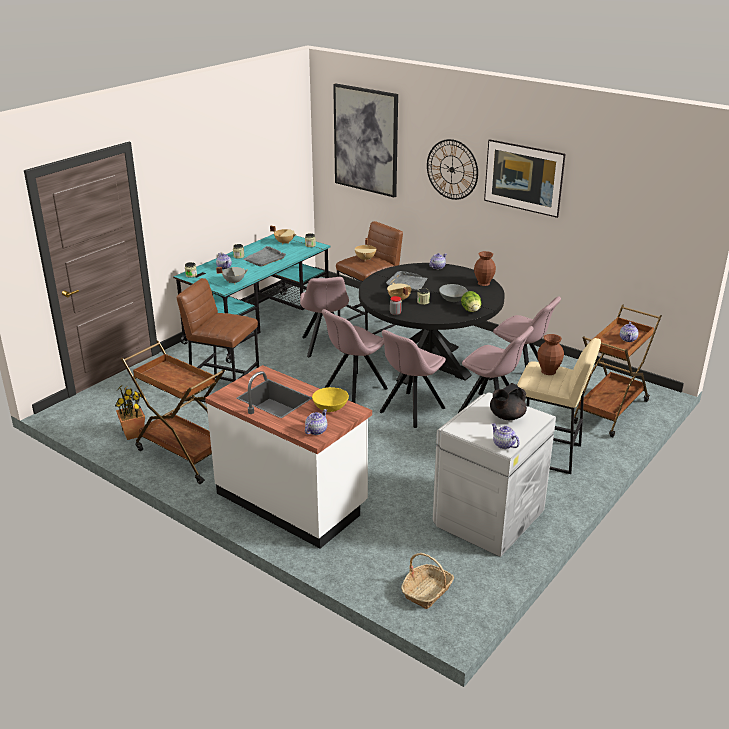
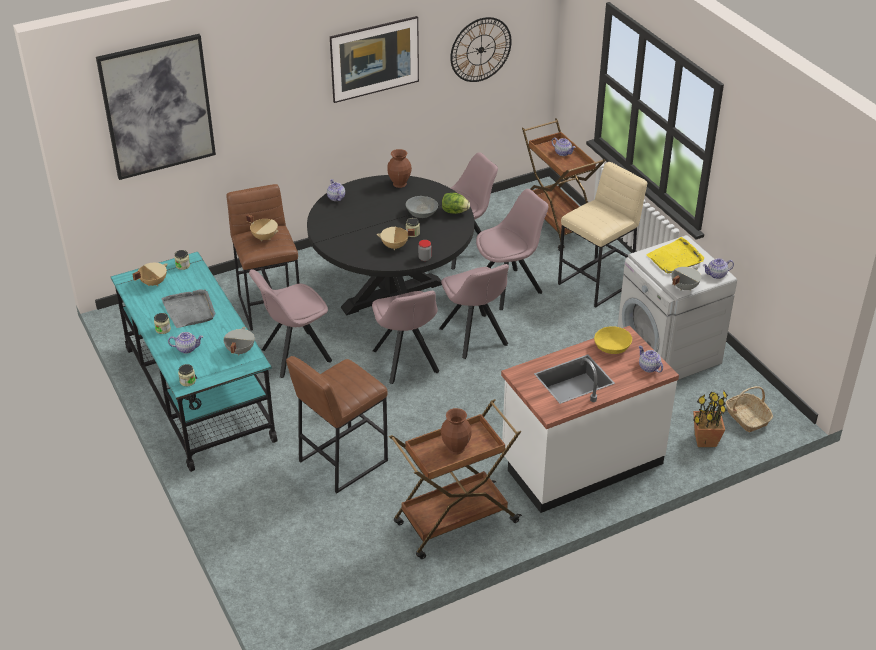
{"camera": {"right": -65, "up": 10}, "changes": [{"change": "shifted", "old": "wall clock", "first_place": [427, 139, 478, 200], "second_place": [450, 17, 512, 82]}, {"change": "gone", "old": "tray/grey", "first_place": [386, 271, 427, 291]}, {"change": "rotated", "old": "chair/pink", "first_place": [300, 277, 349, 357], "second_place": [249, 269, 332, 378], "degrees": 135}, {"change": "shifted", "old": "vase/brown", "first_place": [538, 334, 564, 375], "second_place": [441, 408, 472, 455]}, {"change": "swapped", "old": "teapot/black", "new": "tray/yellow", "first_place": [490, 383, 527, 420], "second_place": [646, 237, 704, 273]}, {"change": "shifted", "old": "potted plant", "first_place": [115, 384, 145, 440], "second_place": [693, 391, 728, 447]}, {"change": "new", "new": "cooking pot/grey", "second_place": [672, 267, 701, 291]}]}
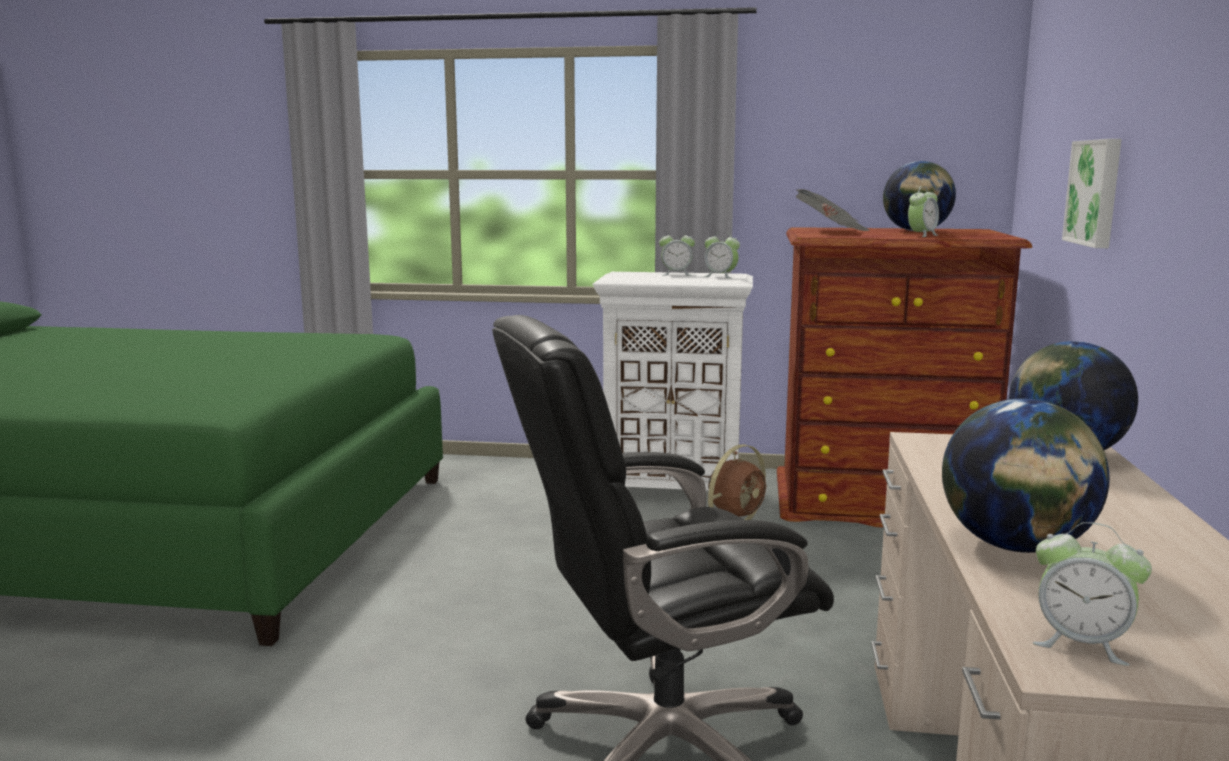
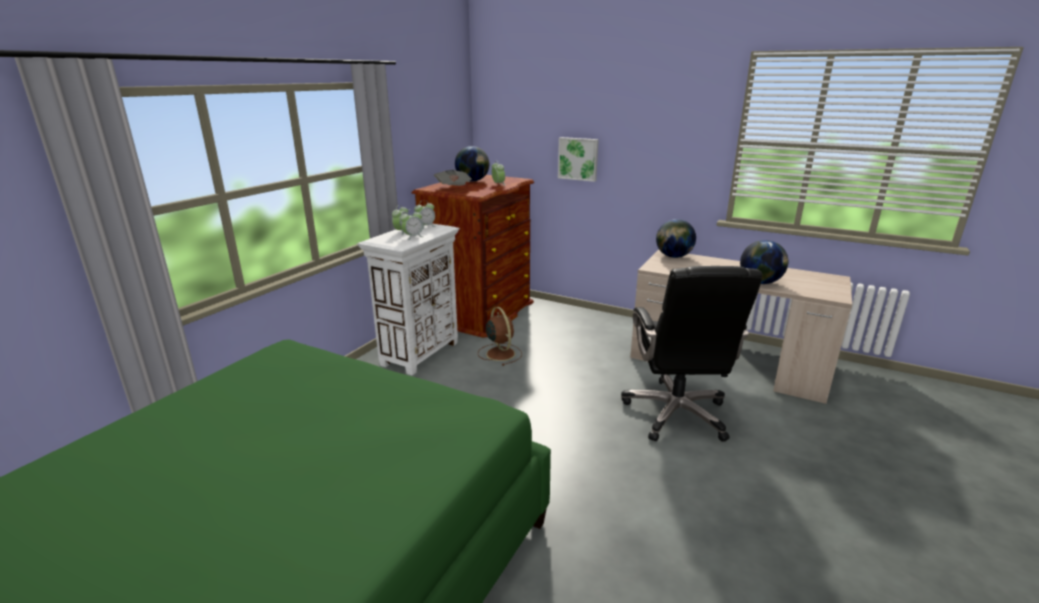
{"camera": {"right": -70, "up": 10}, "changes": [{"change": "shifted", "old": "alarm clock", "first_place": [1033, 522, 1152, 666], "second_place": [400, 209, 424, 240]}]}
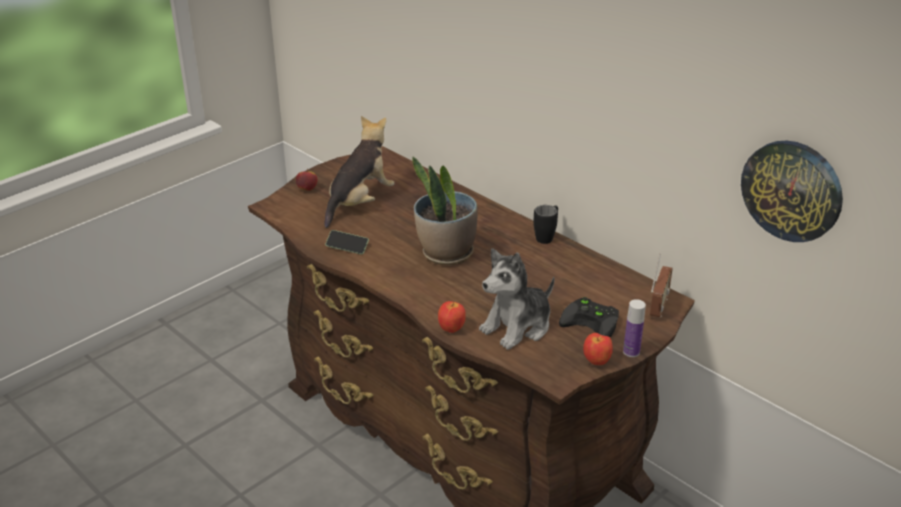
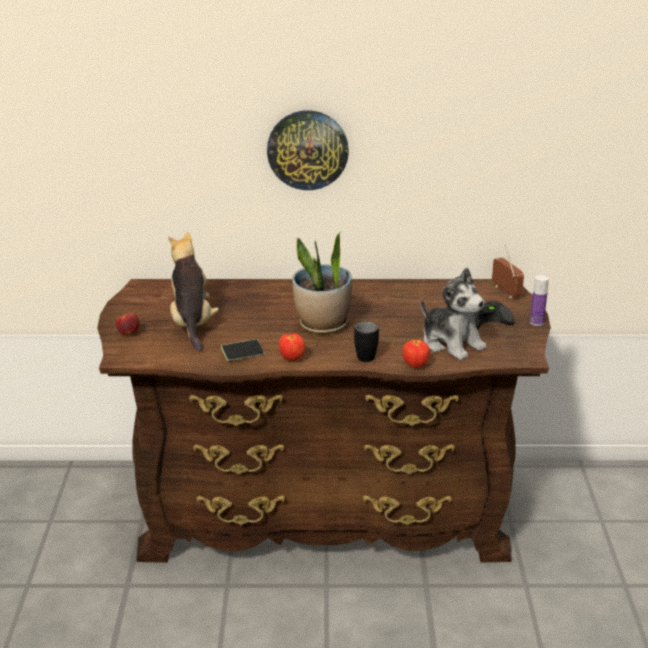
{"camera": {"right": -45, "up": -5}, "changes": [{"change": "shifted", "old": "wall clock", "first_place": [741, 140, 843, 242], "second_place": [267, 111, 349, 190]}, {"change": "shifted", "old": "mug/black", "first_place": [533, 205, 558, 244], "second_place": [354, 321, 379, 362]}, {"change": "rotated", "old": "plush toy", "first_place": [479, 248, 555, 350], "second_place": [421, 268, 487, 360], "degrees": -45}, {"change": "shifted", "old": "apple", "first_place": [583, 333, 613, 365], "second_place": [279, 333, 305, 361]}]}
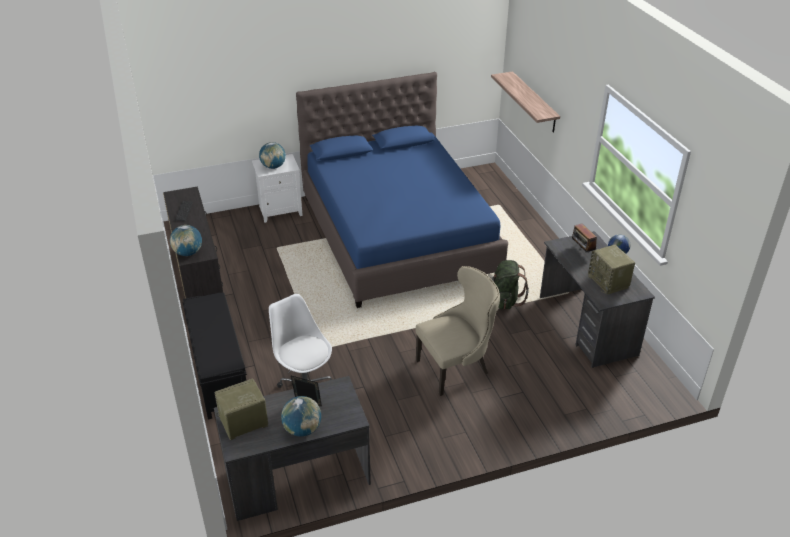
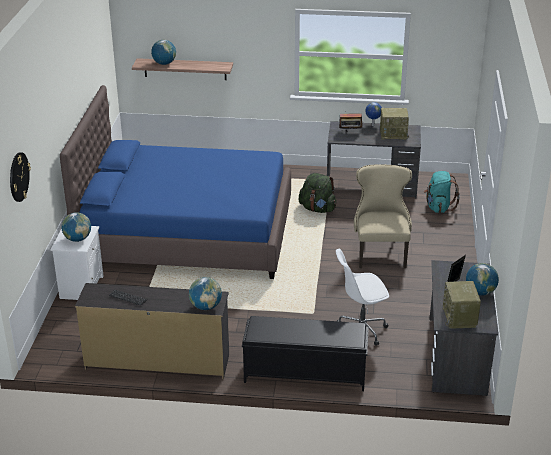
{"camera": {"right": -65, "up": -5}, "changes": [{"change": "new", "new": "globe", "second_place": [151, 40, 176, 65]}, {"change": "new", "new": "wall clock", "second_place": [10, 152, 31, 202]}, {"change": "new", "new": "backpack/turquoise", "second_place": [424, 171, 460, 213]}]}
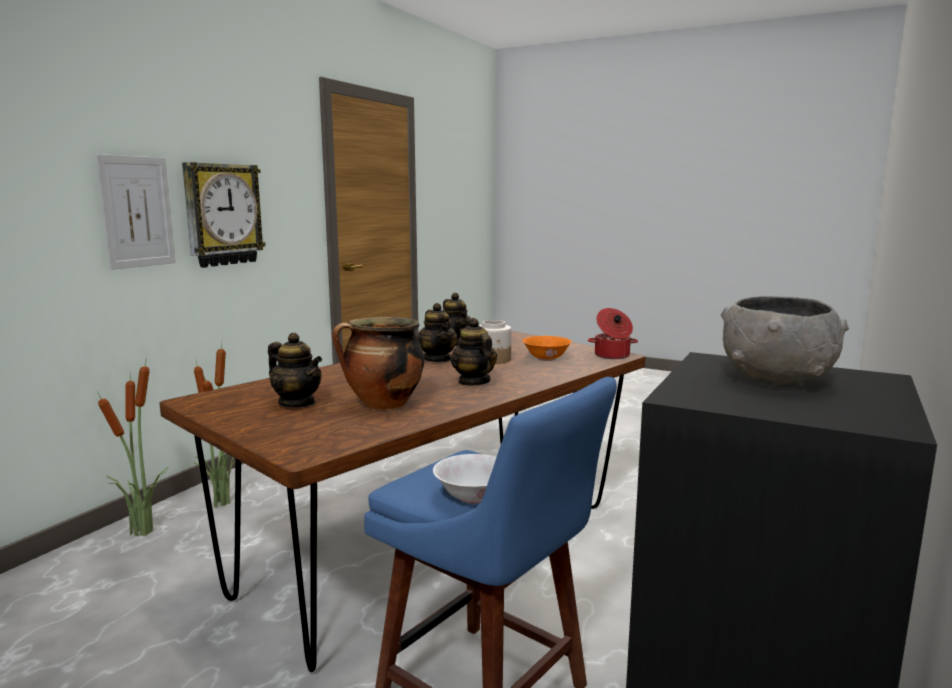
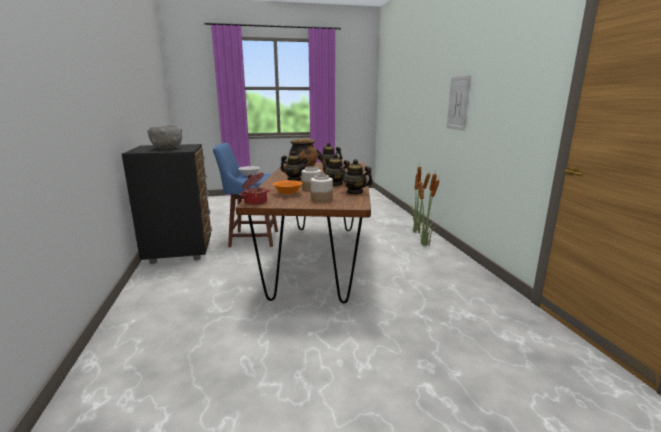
{"camera": {"right": 140, "up": 5}, "changes": [{"change": "gone", "old": "wall clock", "first_place": [182, 162, 266, 268]}, {"change": "new", "new": "jar", "second_place": [311, 174, 333, 202]}]}
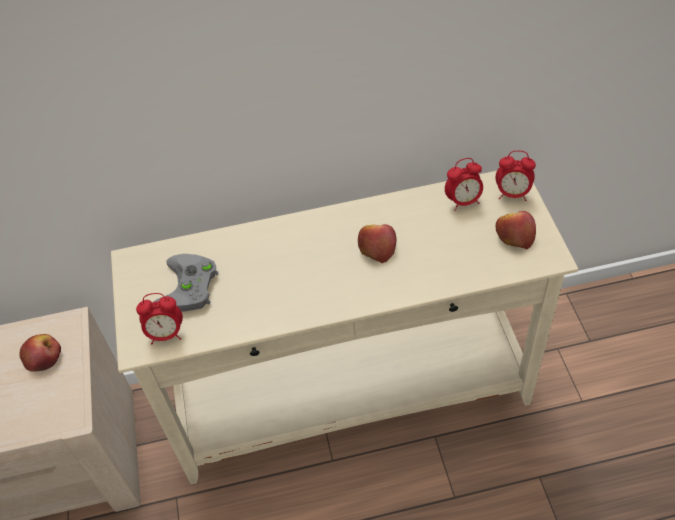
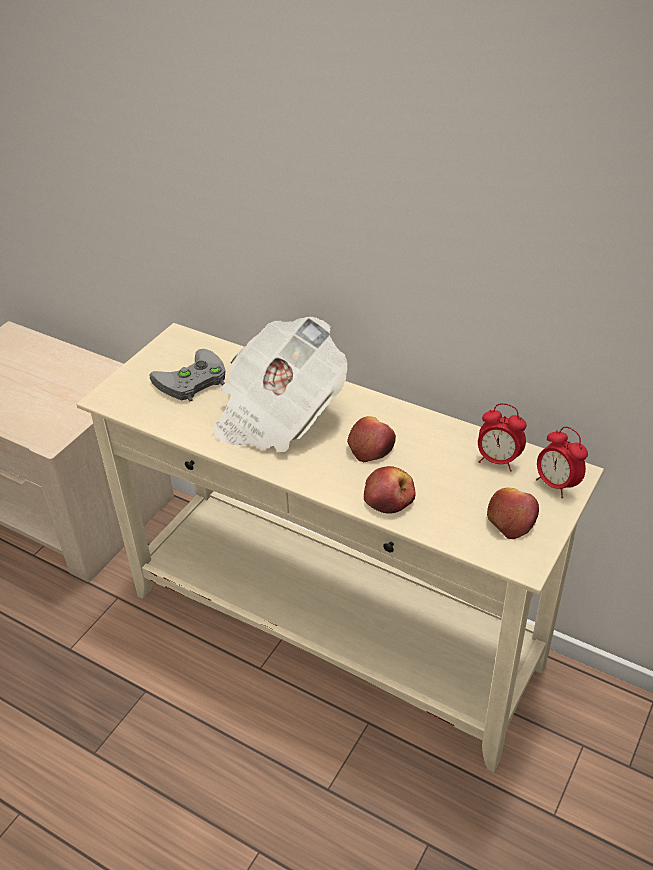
{"camera": {"right": 40, "up": -10}, "changes": [{"change": "gone", "old": "alarm clock", "first_place": [136, 293, 183, 344]}, {"change": "shifted", "old": "apple", "first_place": [19, 334, 61, 372], "second_place": [364, 466, 416, 514]}, {"change": "new", "new": "newspaper", "second_place": [213, 317, 348, 452]}]}
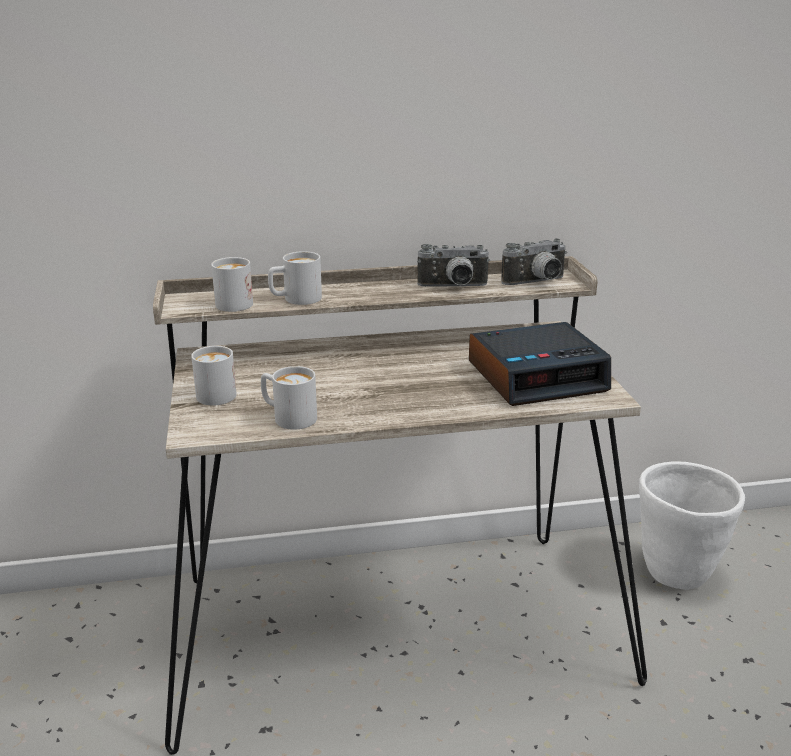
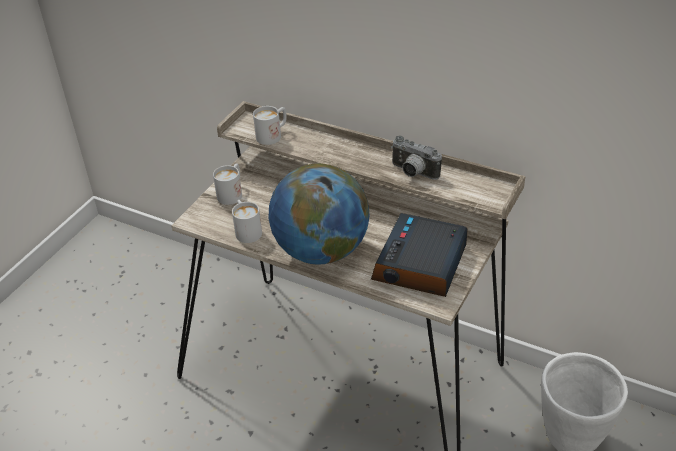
{"camera": {"right": 40, "up": 15}, "changes": [{"change": "gone", "old": "photo camera", "first_place": [501, 238, 567, 285]}, {"change": "gone", "old": "mug/white", "first_place": [268, 251, 322, 305]}, {"change": "rotated", "old": "alarm clock", "first_place": [469, 322, 611, 406], "second_place": [371, 213, 468, 297], "degrees": 90}, {"change": "new", "new": "globe", "second_place": [269, 163, 369, 265]}]}
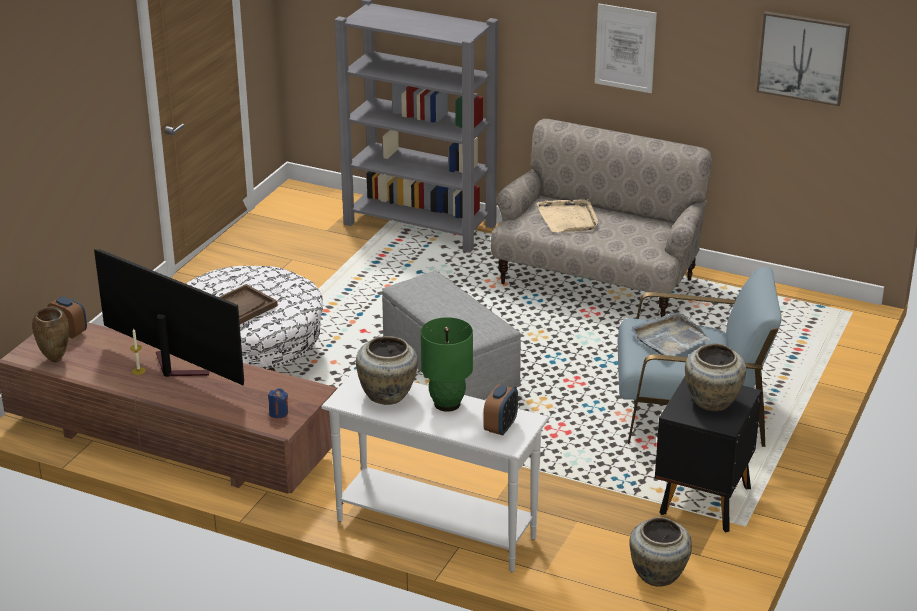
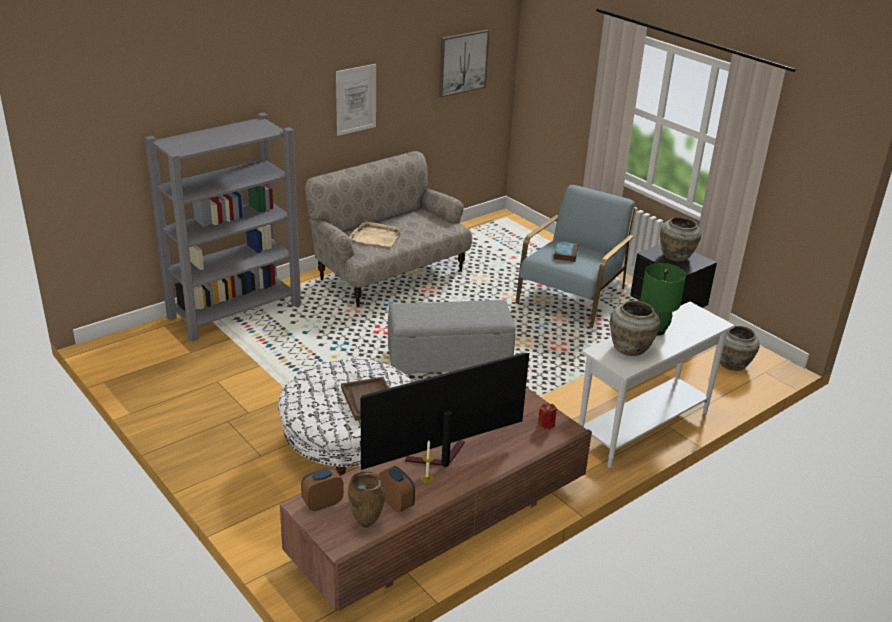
{"camera": {"right": -65, "up": 0}, "changes": [{"change": "swapped", "old": "tray/grey", "new": "book", "first_place": [631, 313, 710, 356], "second_place": [554, 241, 579, 262]}, {"change": "shifted", "old": "alarm clock", "first_place": [483, 384, 518, 435], "second_place": [379, 466, 415, 513]}, {"change": "repainted", "old": "candle/blue", "new": "candle/red", "first_place": [268, 388, 288, 418], "second_place": [538, 404, 557, 429]}]}
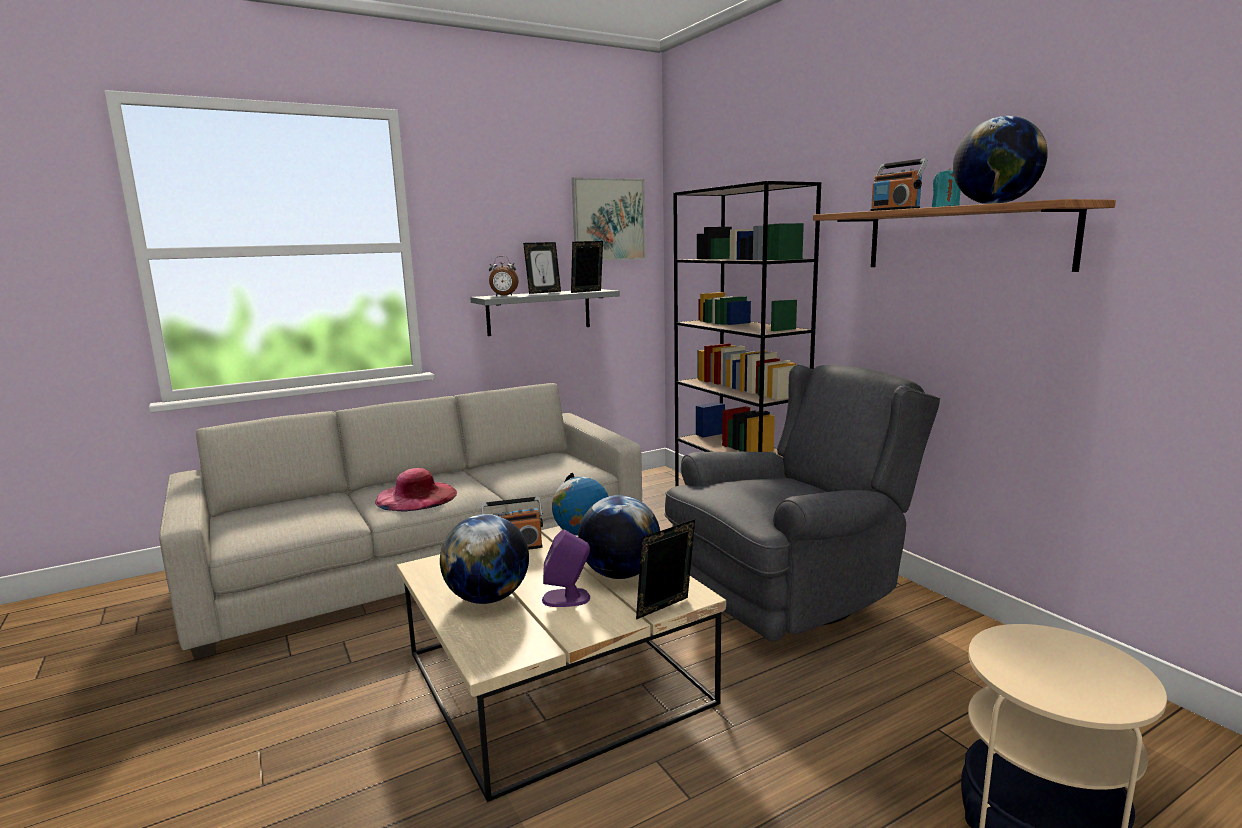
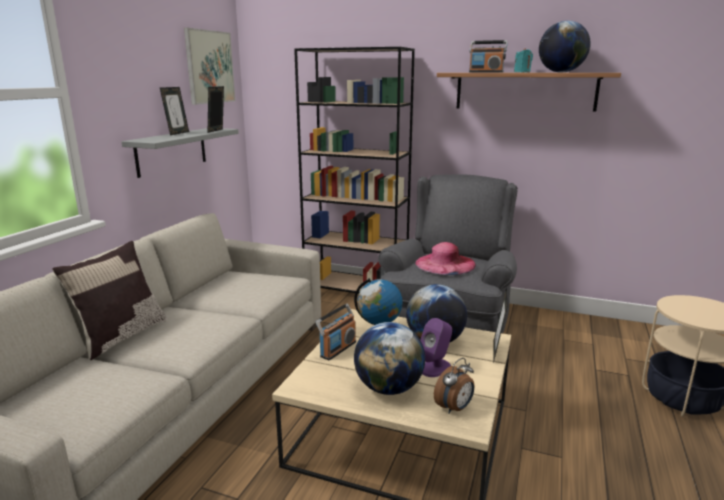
{"camera": {"right": -40, "up": 5}, "changes": [{"change": "shifted", "old": "alarm clock", "first_place": [489, 256, 519, 296], "second_place": [434, 358, 474, 414]}, {"change": "shifted", "old": "hat/pink", "first_place": [375, 468, 457, 512], "second_place": [415, 242, 476, 275]}, {"change": "new", "new": "pillow", "second_place": [52, 241, 167, 360]}]}
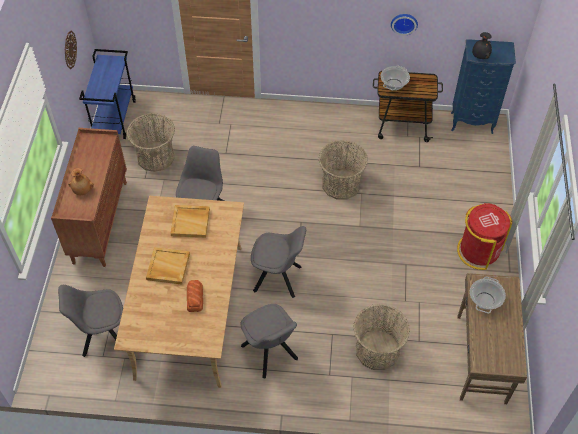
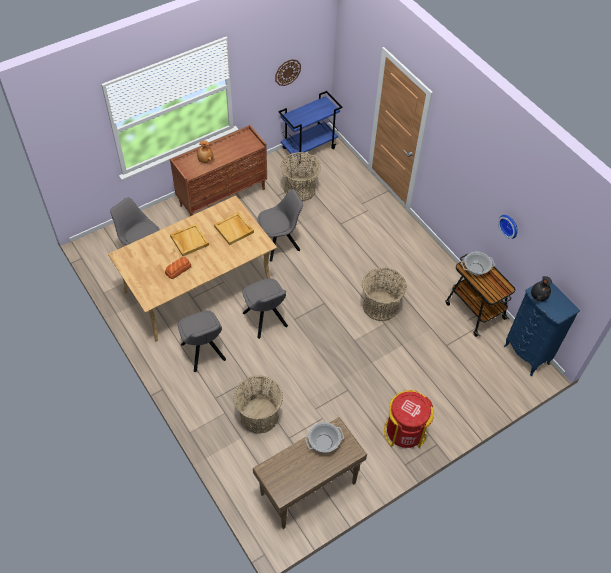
{"camera": {"right": 50, "up": 0}, "changes": [{"change": "rotated", "old": "chair/grey", "first_place": [240, 304, 298, 379], "second_place": [178, 311, 226, 372], "degrees": -45}]}
